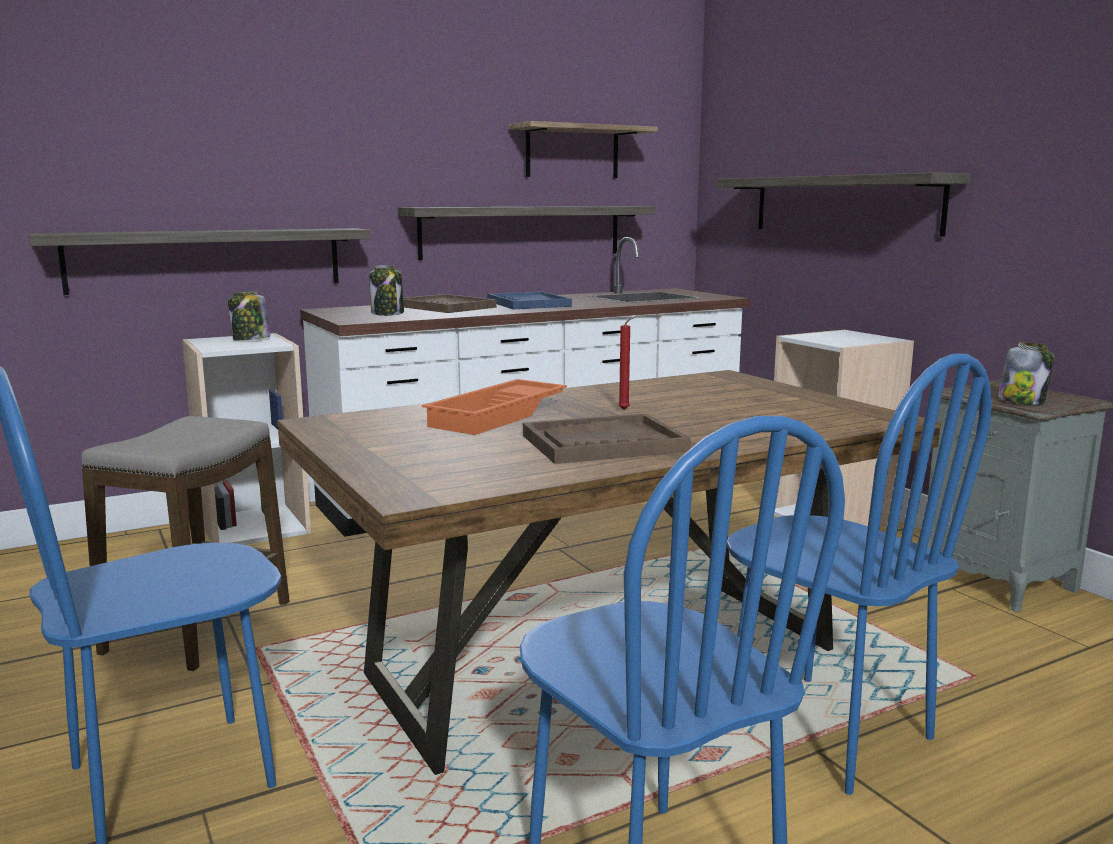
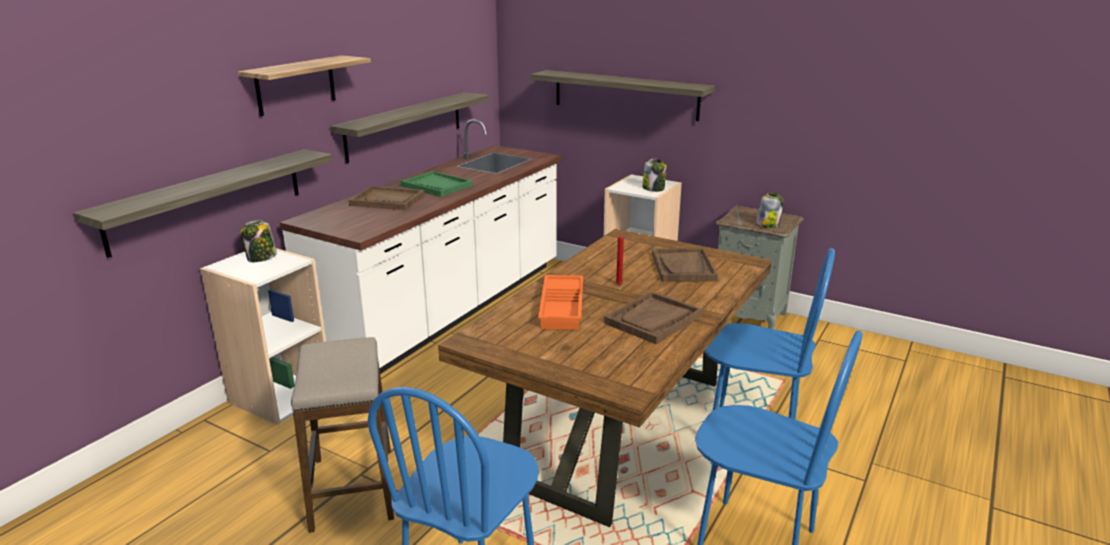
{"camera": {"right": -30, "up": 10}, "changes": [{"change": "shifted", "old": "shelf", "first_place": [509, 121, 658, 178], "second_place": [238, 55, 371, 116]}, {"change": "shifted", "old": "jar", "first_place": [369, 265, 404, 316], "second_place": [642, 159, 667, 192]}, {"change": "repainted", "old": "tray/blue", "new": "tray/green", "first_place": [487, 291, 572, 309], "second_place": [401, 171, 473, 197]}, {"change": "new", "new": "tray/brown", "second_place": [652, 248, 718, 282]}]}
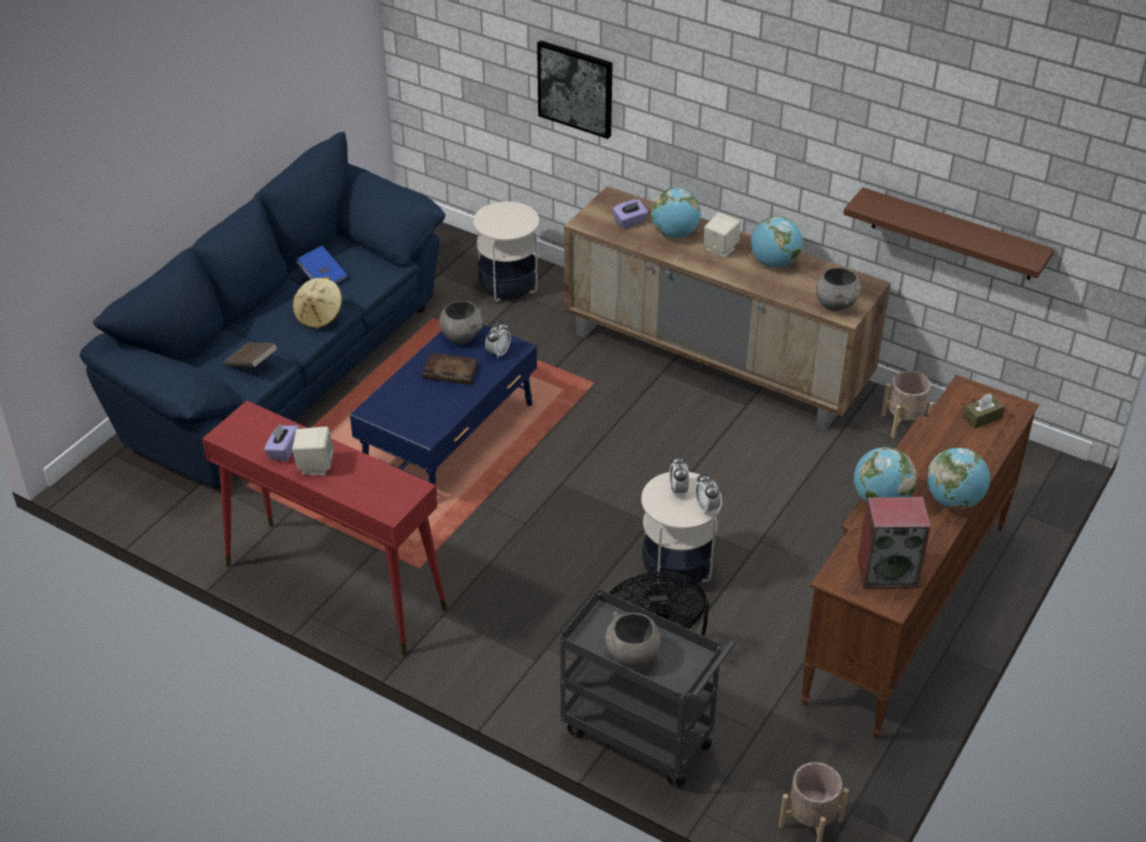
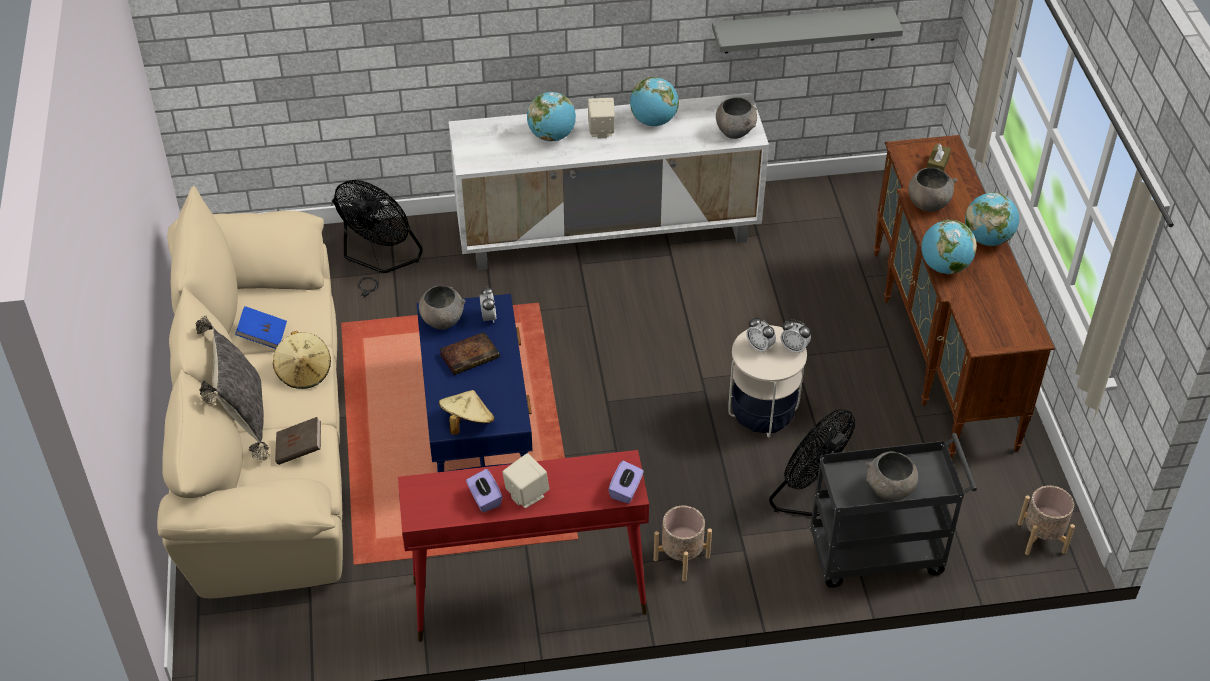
{"camera": {"right": -40, "up": 5}, "changes": [{"change": "gone", "old": "picture", "first_place": [537, 40, 613, 139]}, {"change": "repainted", "old": "sofa/blue", "new": "sofa/beige", "first_place": [80, 132, 445, 489], "second_place": [157, 186, 343, 598]}, {"change": "repainted", "old": "tv stand/brown", "new": "tv stand/white", "first_place": [564, 186, 891, 431], "second_place": [449, 93, 769, 270]}, {"change": "repainted", "old": "shelf/brown", "new": "shelf/grey", "first_place": [843, 187, 1054, 280], "second_place": [712, 6, 903, 53]}, {"change": "shifted", "old": "tissue box/purple", "first_place": [612, 199, 648, 229], "second_place": [608, 461, 644, 504]}, {"change": "swapped", "old": "side table/beige", "new": "fan/black", "first_place": [473, 201, 539, 302], "second_place": [332, 180, 423, 297]}, {"change": "shifted", "old": "planter/beige", "first_place": [881, 371, 934, 438], "second_place": [654, 506, 712, 582]}, {"change": "gone", "old": "speaker", "first_place": [857, 497, 931, 589]}, {"change": "new", "new": "bowl/grey", "second_place": [908, 168, 957, 212]}, {"change": "new", "new": "pillow", "second_place": [195, 315, 270, 460]}, {"change": "new", "new": "hat/beige", "second_place": [438, 390, 494, 435]}]}
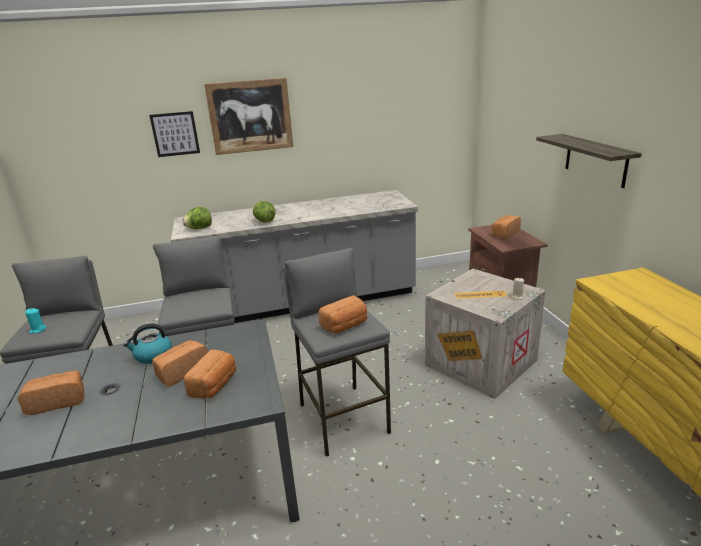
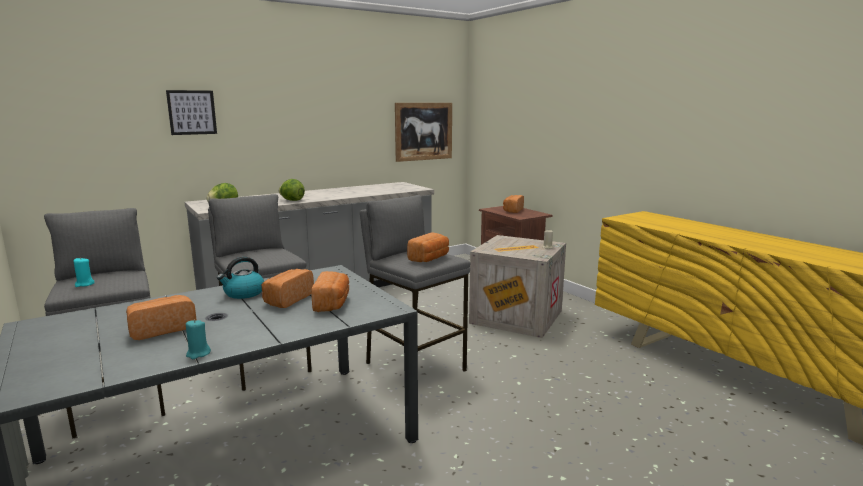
{"camera": {"right": -20, "up": -10}, "changes": [{"change": "shifted", "old": "picture", "first_place": [204, 78, 293, 155], "second_place": [395, 103, 452, 162]}, {"change": "gone", "old": "shelf", "first_place": [536, 134, 642, 188]}, {"change": "new", "new": "candle/turquoise", "second_place": [186, 319, 211, 359]}]}
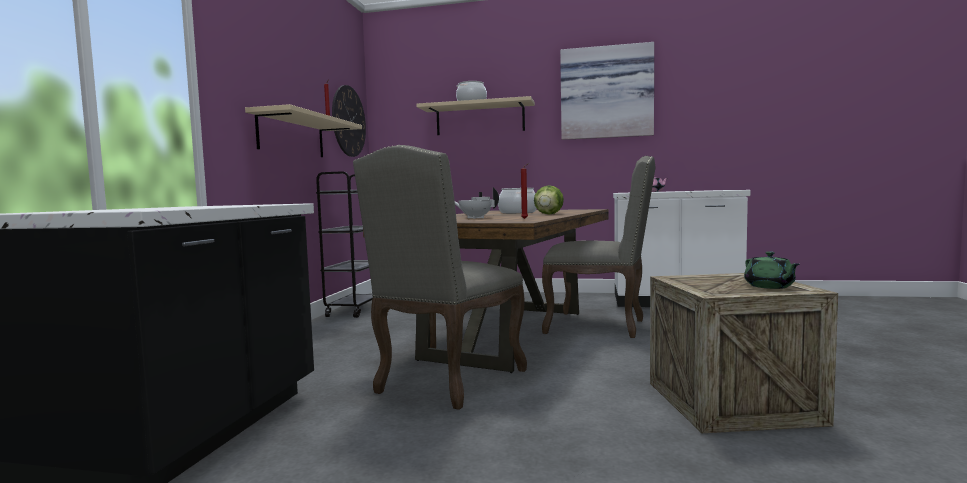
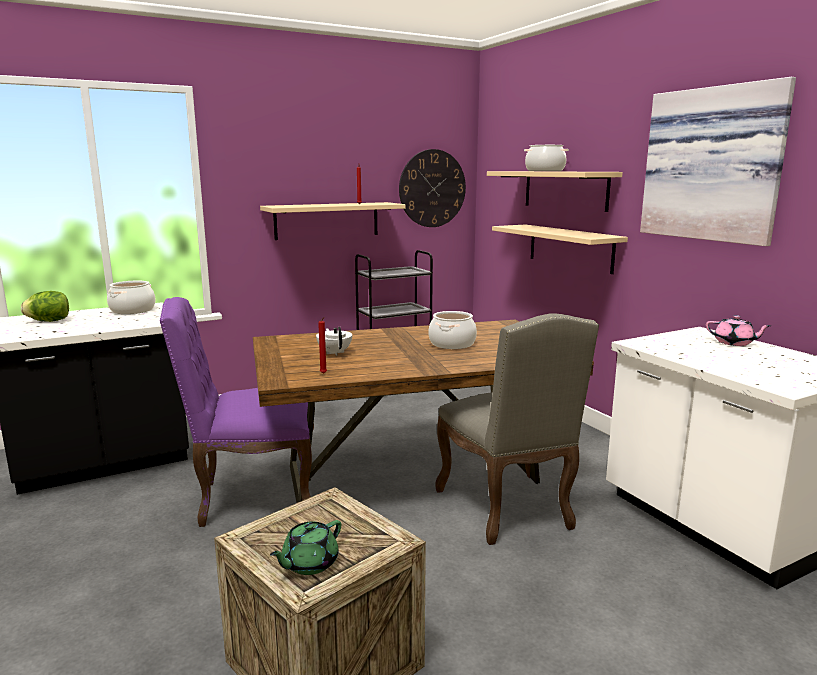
{"camera": {"right": 50, "up": 10}, "changes": [{"change": "repainted", "old": "chair/grey", "new": "chair/purple", "first_place": [353, 145, 527, 410], "second_place": [160, 297, 314, 527]}, {"change": "shifted", "old": "lettuce", "first_place": [534, 185, 564, 215], "second_place": [21, 291, 69, 322]}, {"change": "new", "new": "shelf/beige", "second_place": [492, 225, 628, 274]}, {"change": "new", "new": "cooking pot", "second_place": [107, 281, 156, 314]}]}
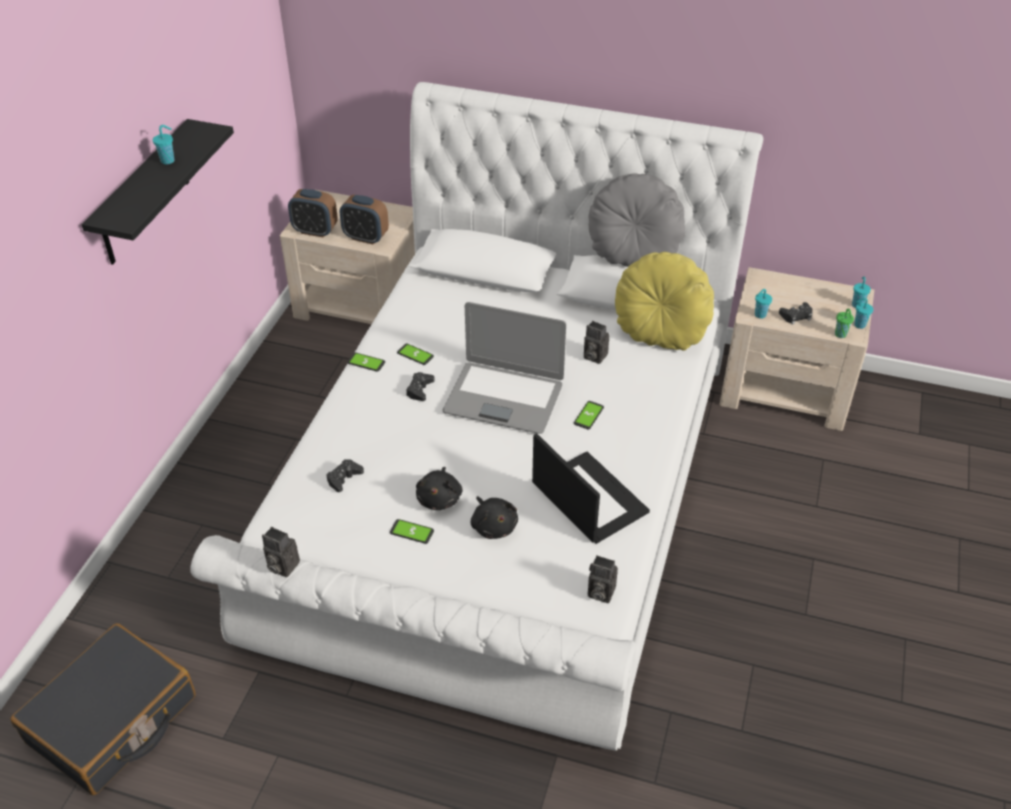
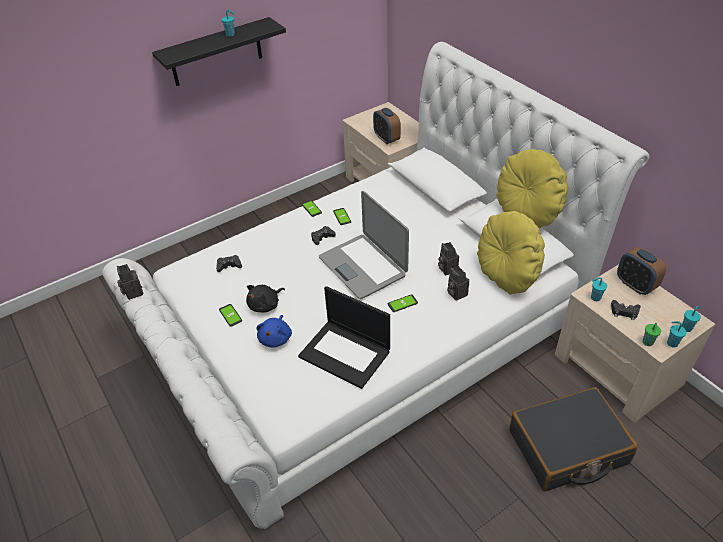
{"camera": {"right": 40, "up": 0}, "changes": [{"change": "repainted", "old": "pillow/grey", "new": "pillow/yellow", "first_place": [589, 174, 685, 267], "second_place": [496, 149, 568, 228]}, {"change": "shifted", "old": "alarm clock", "first_place": [288, 189, 338, 238], "second_place": [617, 247, 666, 295]}, {"change": "rotated", "old": "laptop", "first_place": [532, 433, 650, 544], "second_place": [298, 286, 390, 389], "degrees": 120}, {"change": "repainted", "old": "plush toy/black", "new": "plush toy/blue", "first_place": [471, 496, 518, 539], "second_place": [256, 315, 292, 348]}, {"change": "shifted", "old": "photo camera", "first_place": [588, 555, 618, 603], "second_place": [447, 266, 469, 301]}, {"change": "shifted", "old": "suitcase/black", "first_place": [10, 623, 196, 795], "second_place": [509, 387, 638, 491]}]}
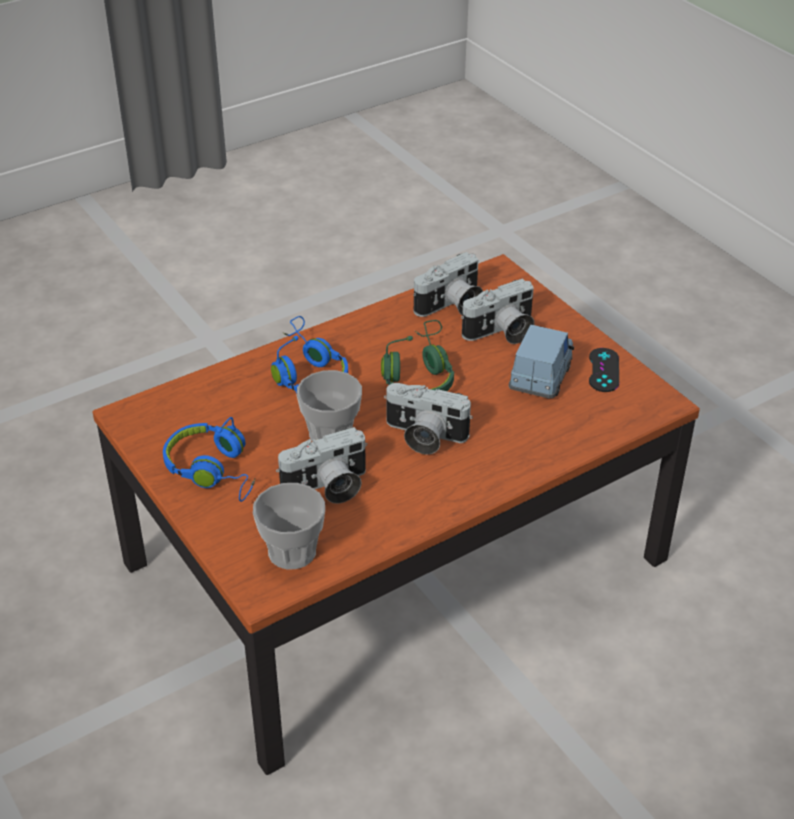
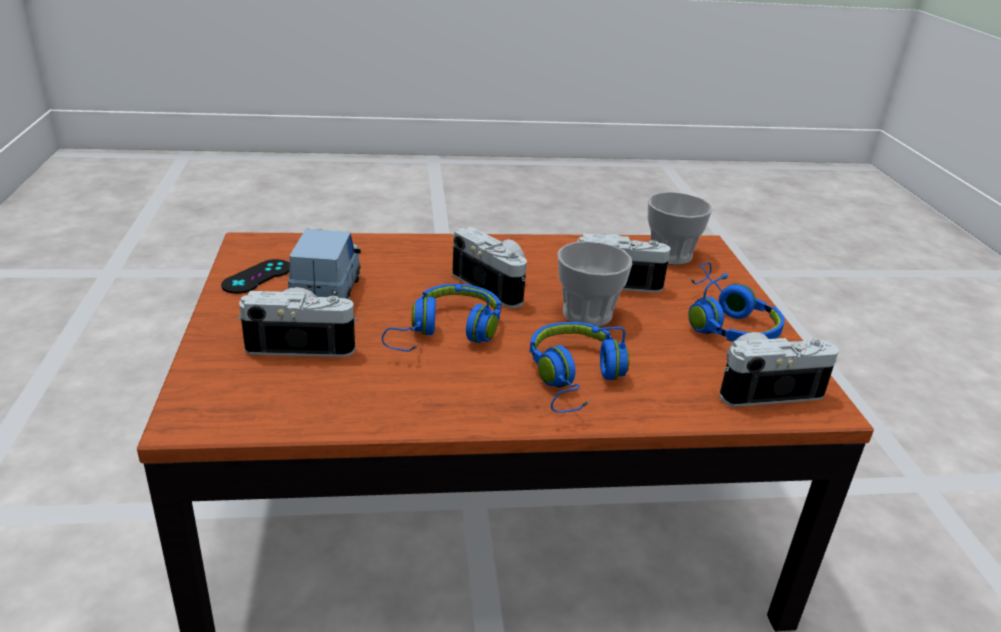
{"camera": {"right": -155, "up": -10}, "changes": [{"change": "shifted", "old": "photo camera", "first_place": [413, 252, 483, 317], "second_place": [719, 332, 839, 407]}, {"change": "repainted", "old": "headphones/green", "new": "headphones/blue", "first_place": [381, 320, 454, 391], "second_place": [382, 284, 501, 352]}, {"change": "rotated", "old": "toy car/blue", "first_place": [509, 325, 574, 398], "second_place": [288, 229, 361, 300], "degrees": 135}]}
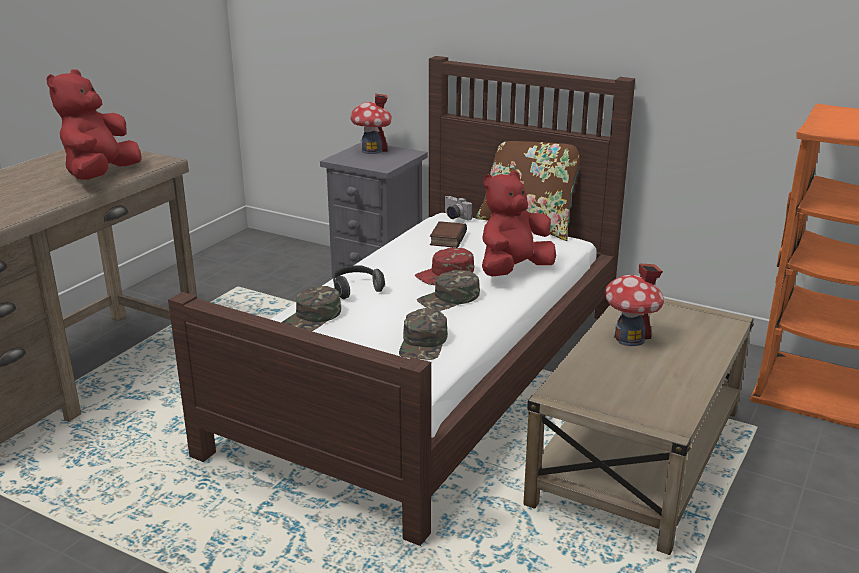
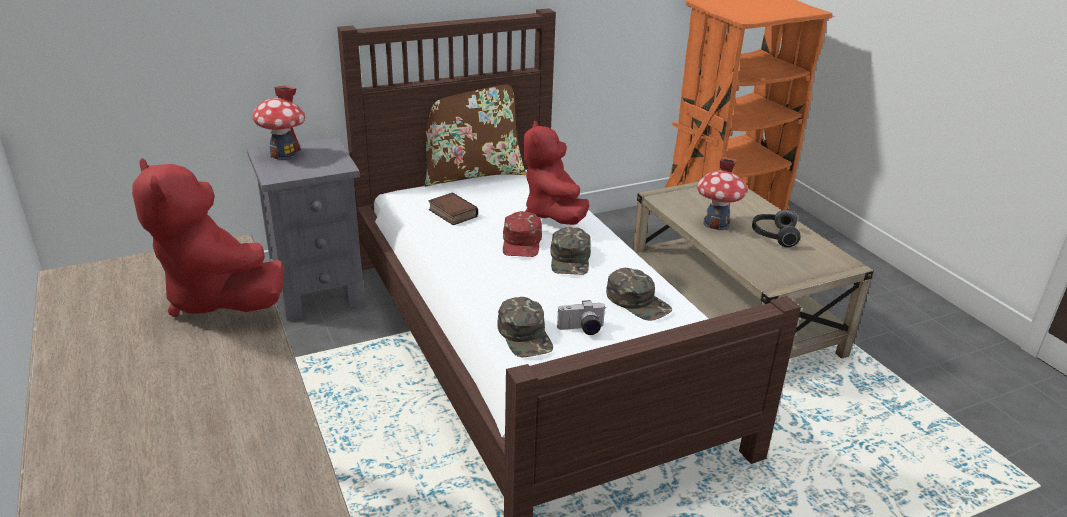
{"camera": {"right": -55, "up": 5}, "changes": [{"change": "shifted", "old": "photo camera", "first_place": [445, 196, 473, 220], "second_place": [557, 300, 605, 335]}, {"change": "shifted", "old": "headphones", "first_place": [333, 265, 385, 299], "second_place": [752, 210, 801, 247]}]}
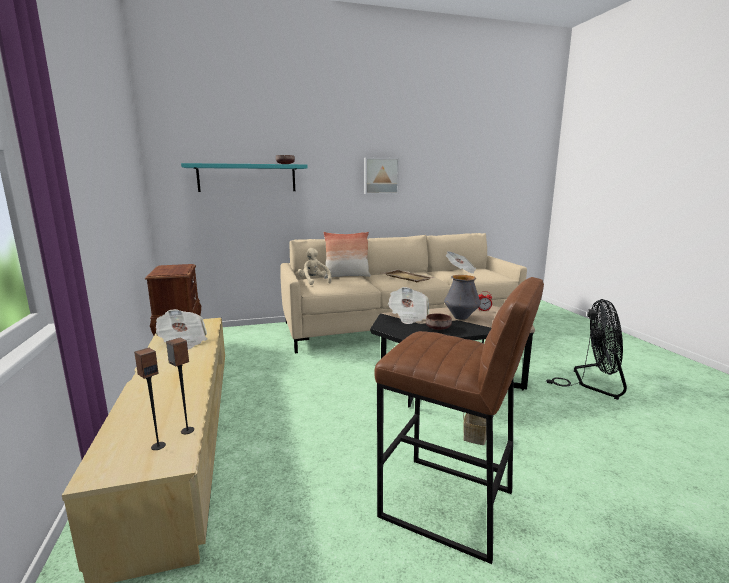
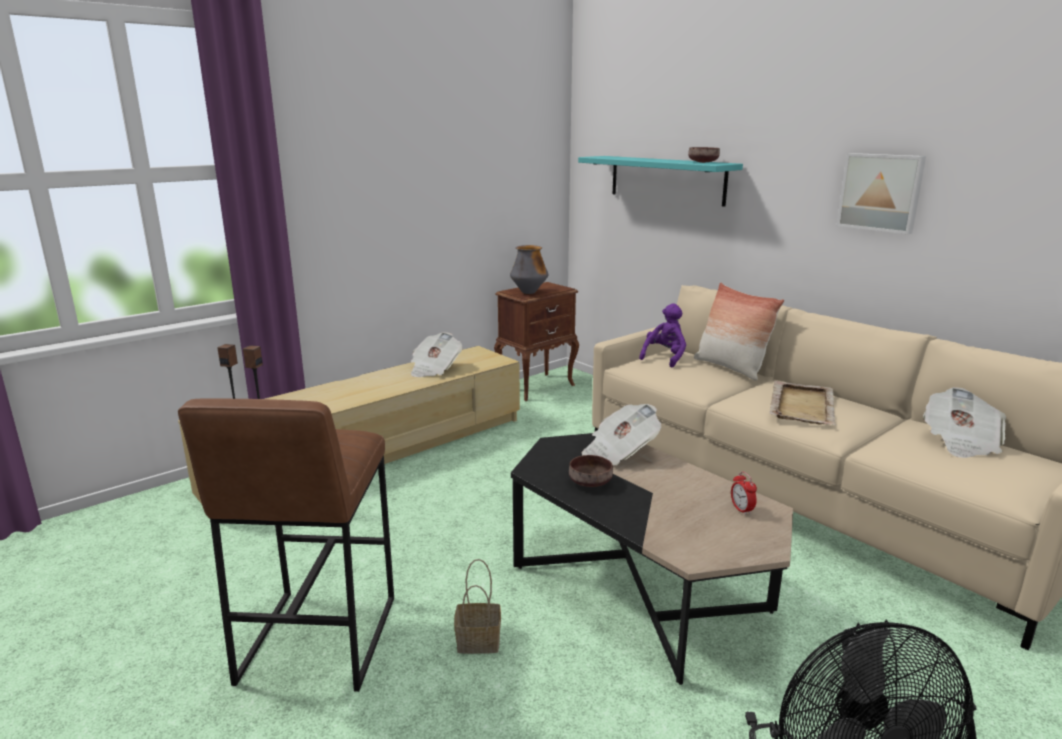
{"camera": {"right": 65, "up": 5}, "changes": [{"change": "repainted", "old": "plush toy/beige", "new": "plush toy/purple", "first_place": [298, 248, 332, 285], "second_place": [639, 303, 686, 368]}, {"change": "shifted", "old": "vase", "first_place": [444, 275, 481, 320], "second_place": [510, 245, 548, 294]}]}
